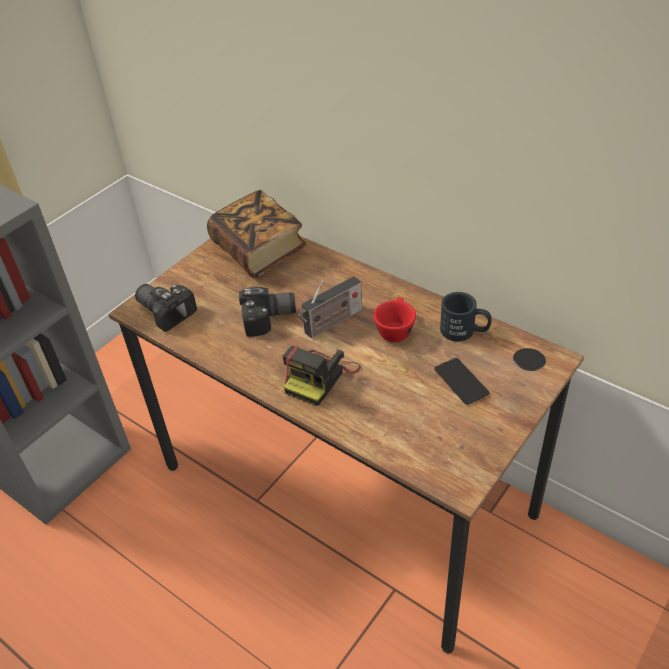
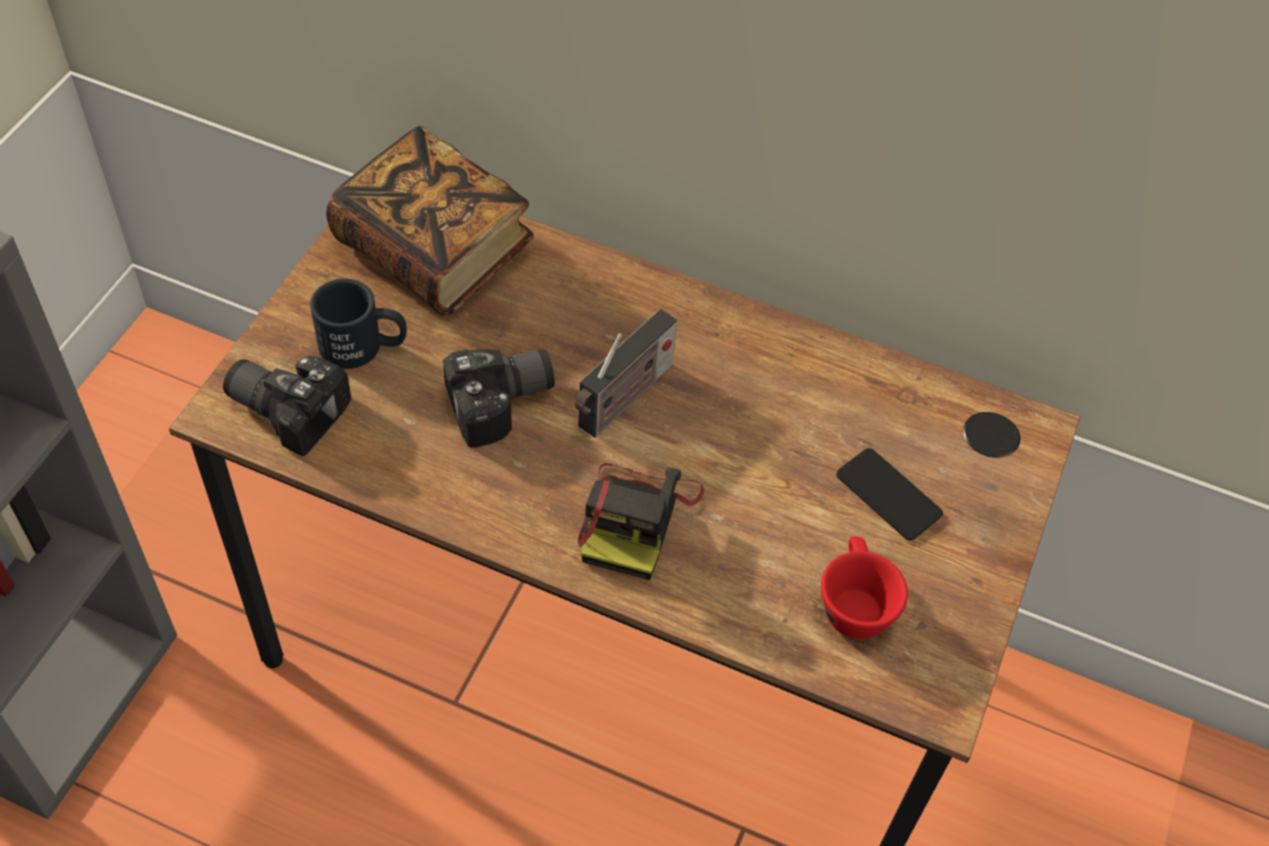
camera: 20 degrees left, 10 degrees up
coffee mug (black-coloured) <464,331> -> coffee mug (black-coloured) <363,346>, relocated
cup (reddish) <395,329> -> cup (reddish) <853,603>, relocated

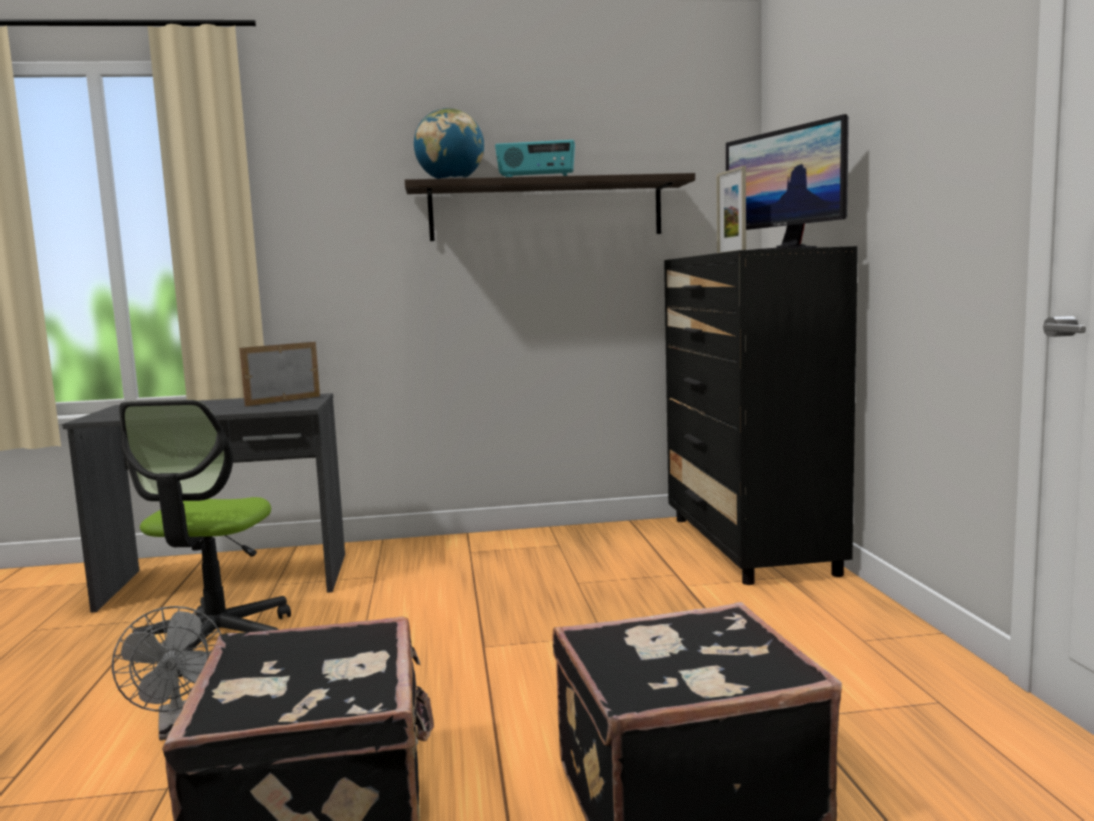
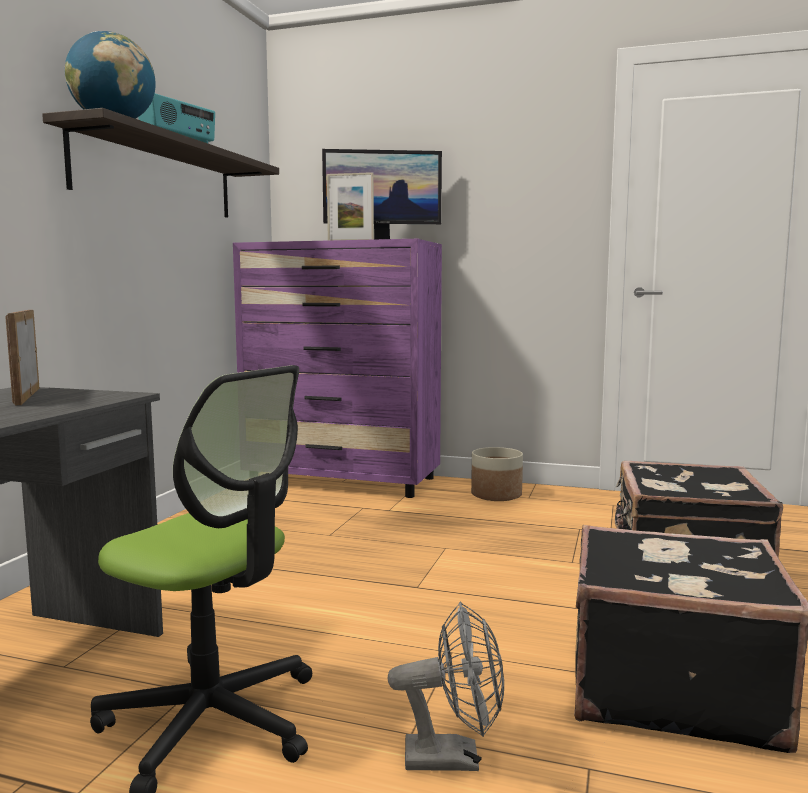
camera: 65 degrees left, 0 degrees up
drawer chest (black-coloured) <749,545> -> drawer chest (purplish) <343,481>
none -> flower pot <496,495>

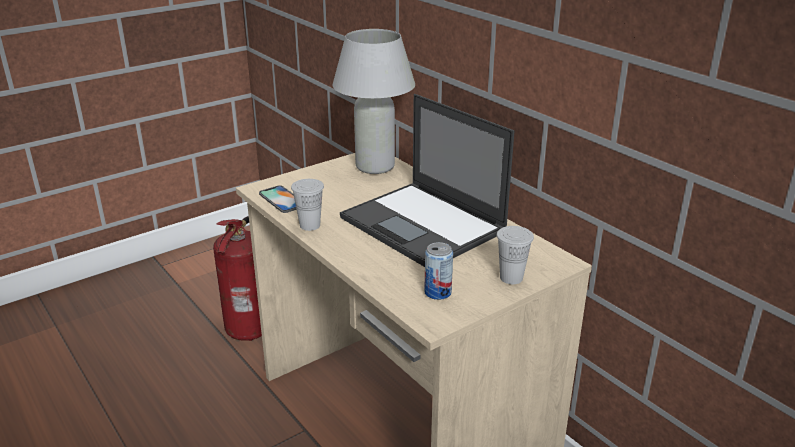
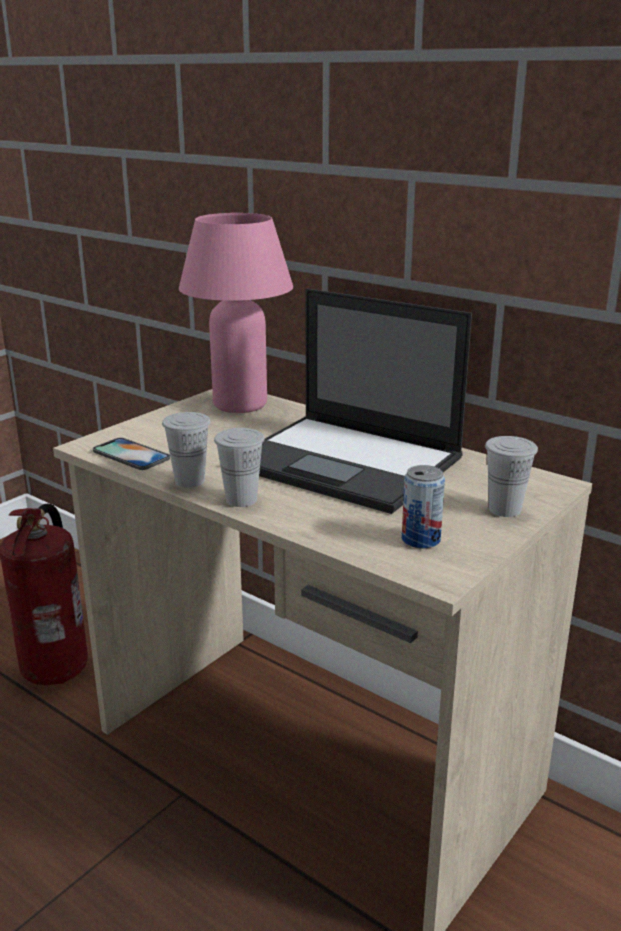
camera: 15 degrees left, 5 degrees down
lamp for a table (whitish) <375,166> -> lamp for a table (pinkish) <240,405>
none -> cup (whitish) <241,500>

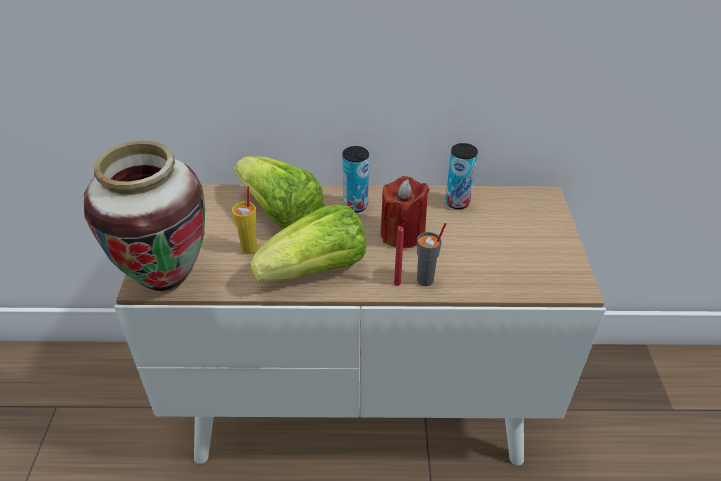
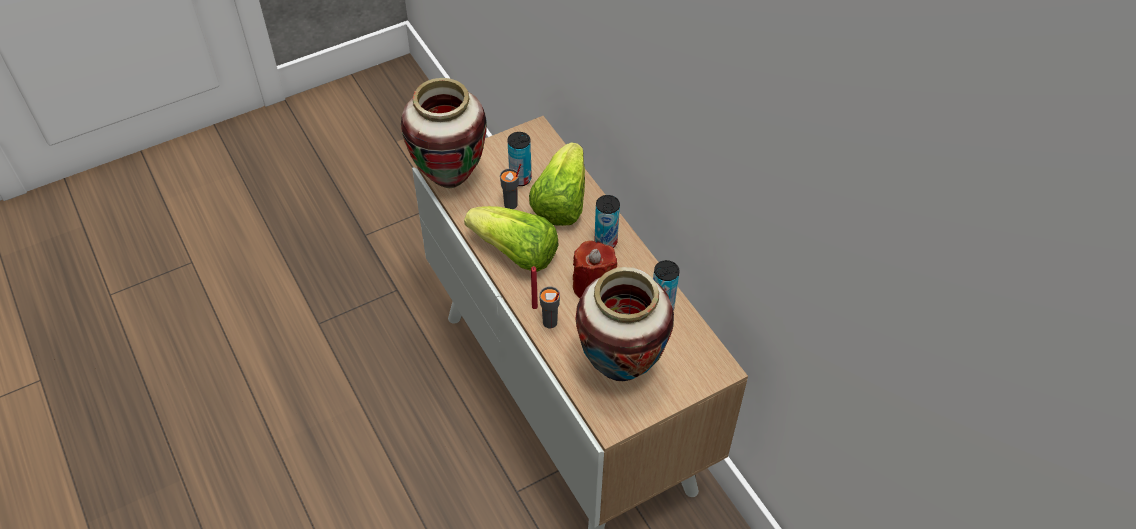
camera: 60 degrees right, 10 degrees up
cup (yellow-coloured) <250,248> -> cup (grey) <511,204>
none -> metal can <520,179>
none -> flower vase <620,368>

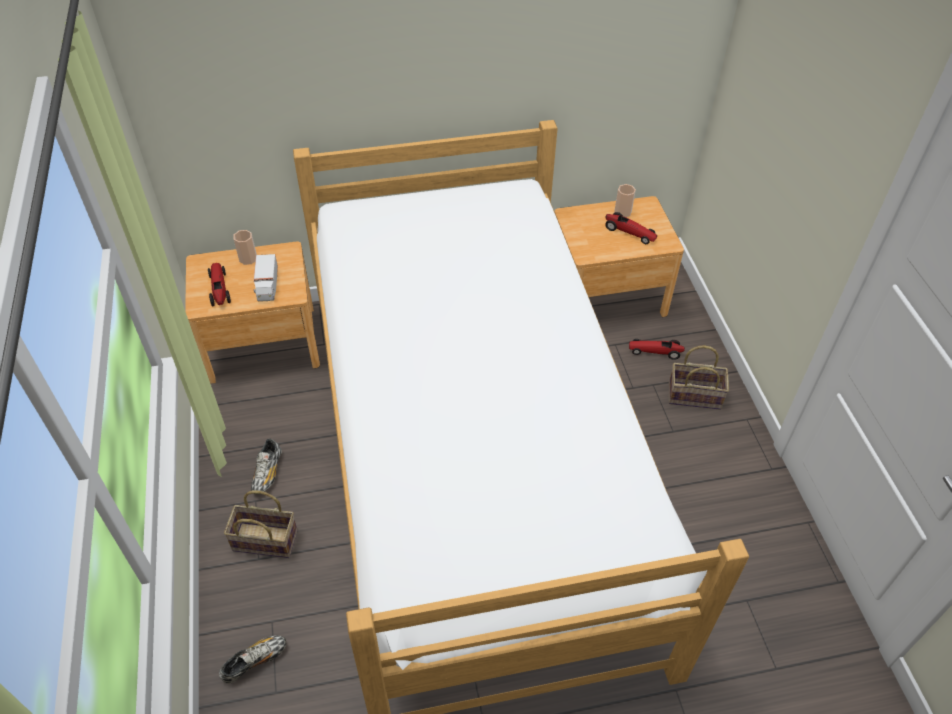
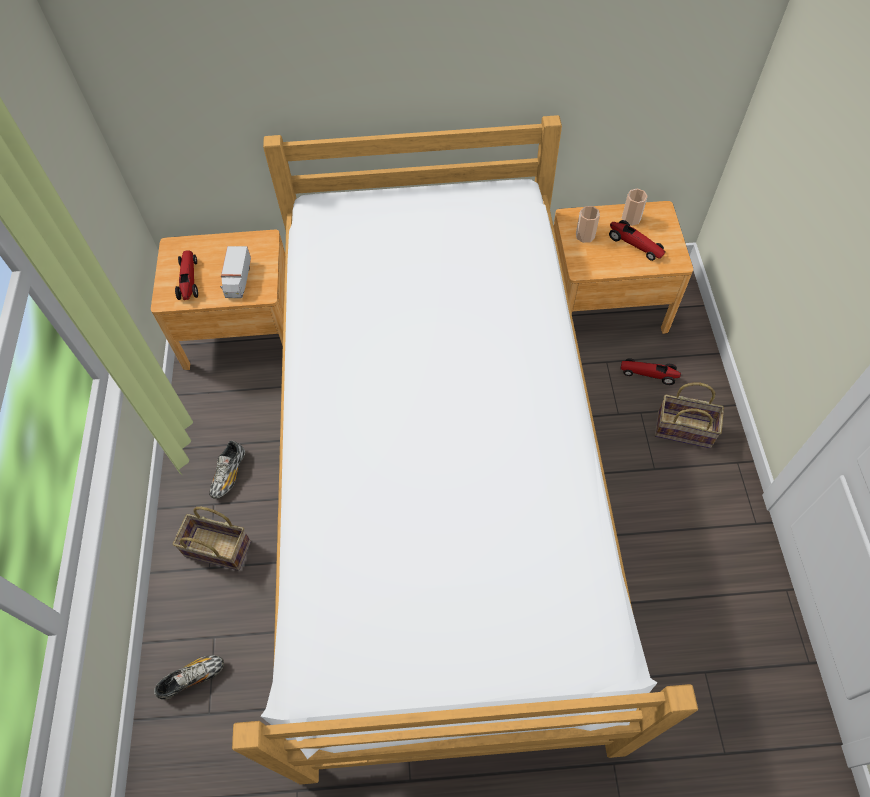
camera: 10 degrees right, 10 degrees up
cup <248,258> -> cup <585,235>, relocated

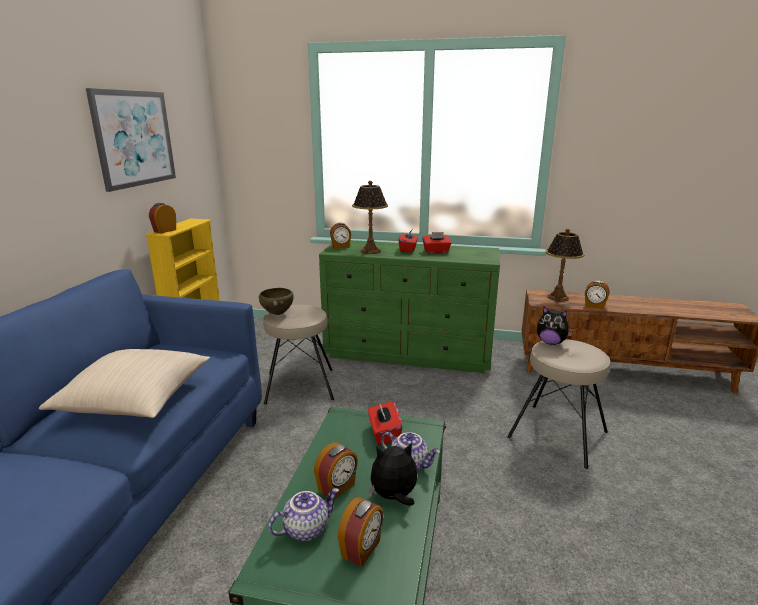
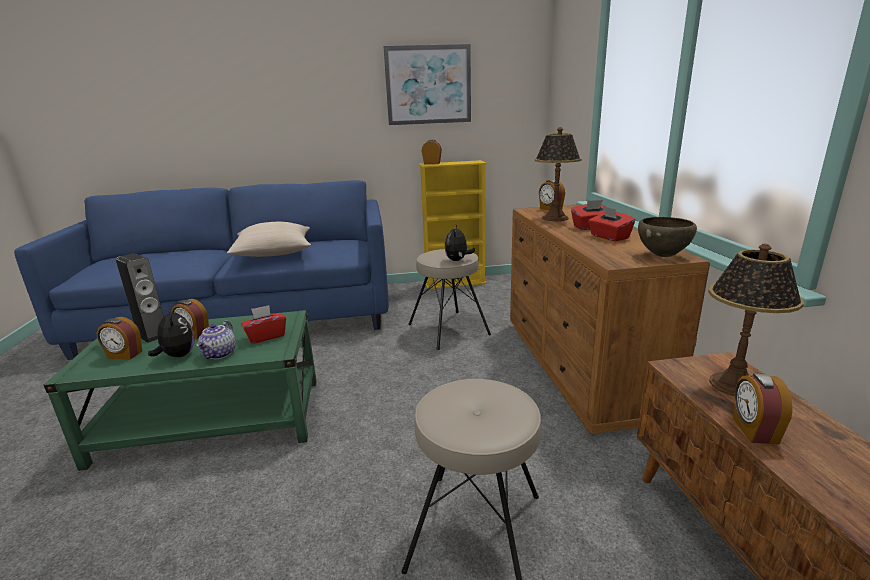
camera: 70 degrees right, 0 degrees up
tea pot <306,528> -> loudspeaker <152,334>
soft toy <551,342> -> soft toy <458,260>, relocated
drawer chest (greenish) <409,352> -> drawer chest (brown) <578,367>
bowl (brown) <277,314> -> bowl (brown) <663,256>, relocated

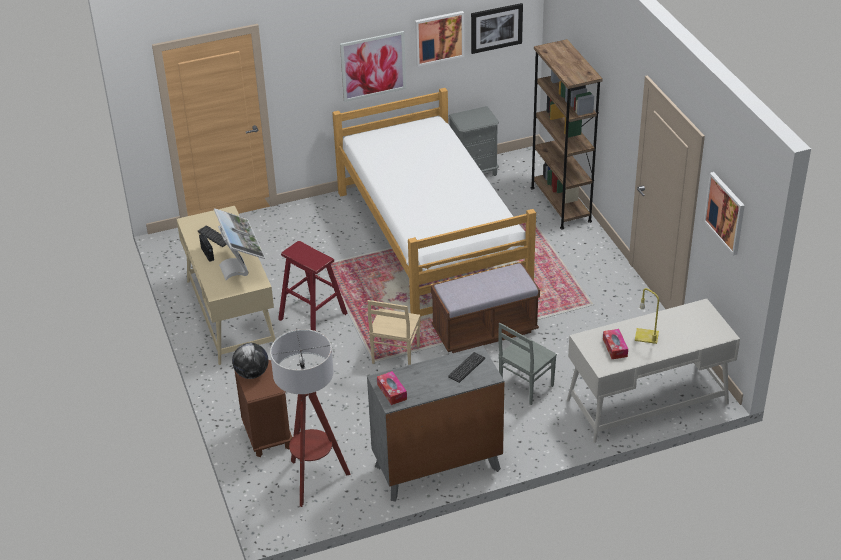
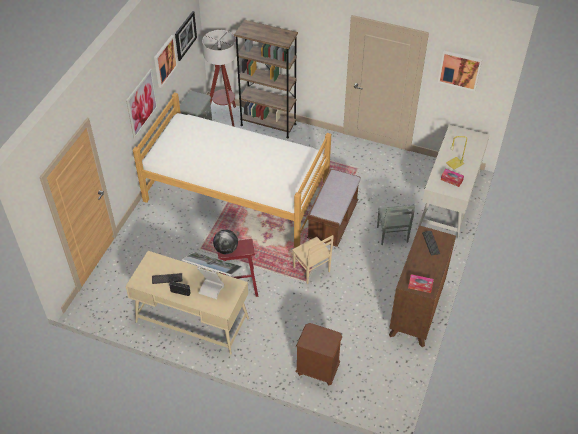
camera: 50 degrees left, 10 degrees up
standing lamp <314,480> -> standing lamp <225,118>, relocated
desk globe <252,374> -> desk globe <226,249>, relocated
drawer chest (grey) <437,468> -> drawer chest (brown) <416,311>

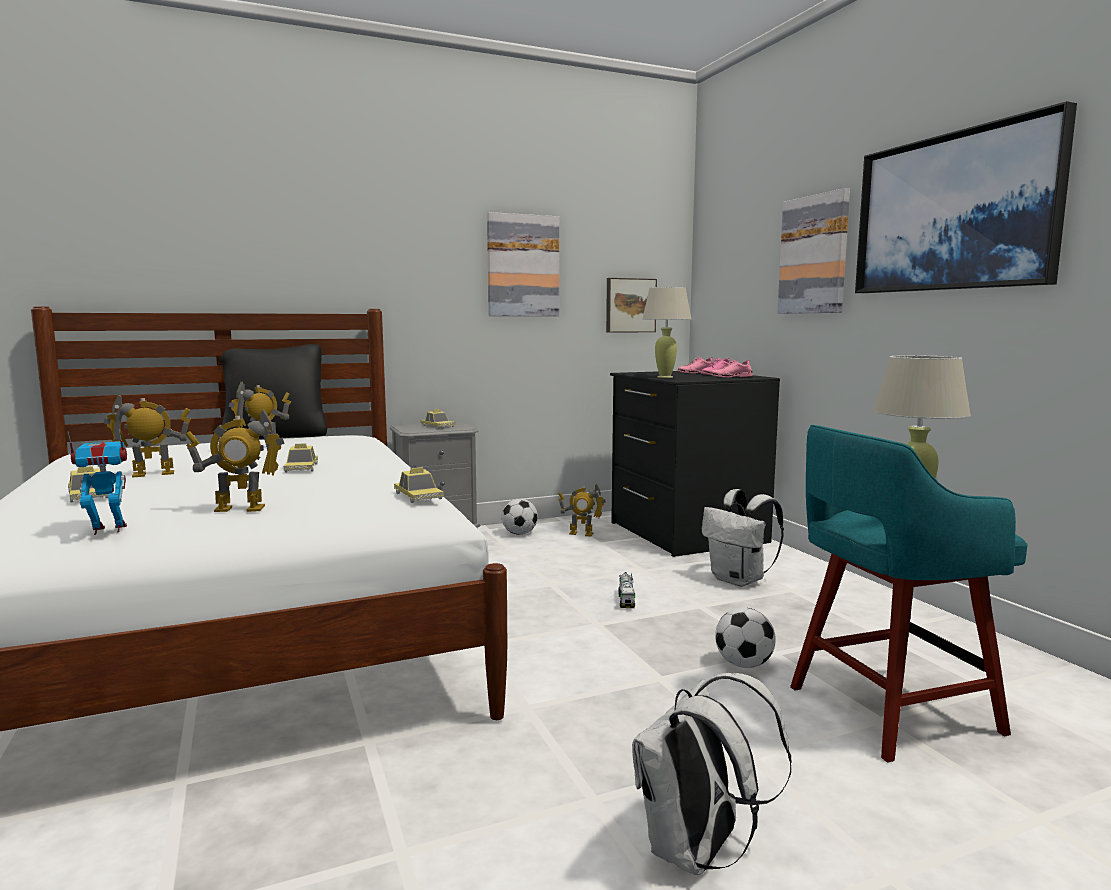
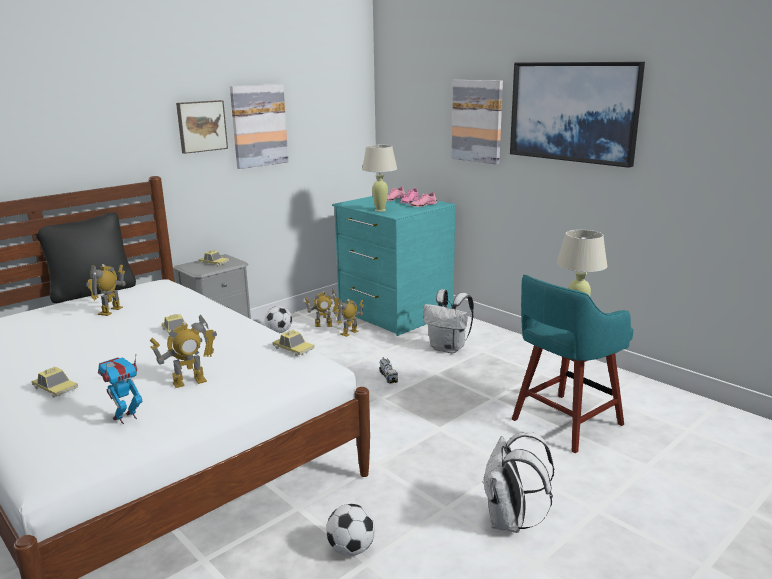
camera: 20 degrees left, 10 degrees up
wall picture <630,305> -> wall picture <201,126>, relocated
football ball <744,664> -> football ball <351,549>, relocated
drawer chest (black-coloured) <685,532> -> drawer chest (turquoise) <394,313>
toy robot <153,474> -> toy robot <349,333>, relocated

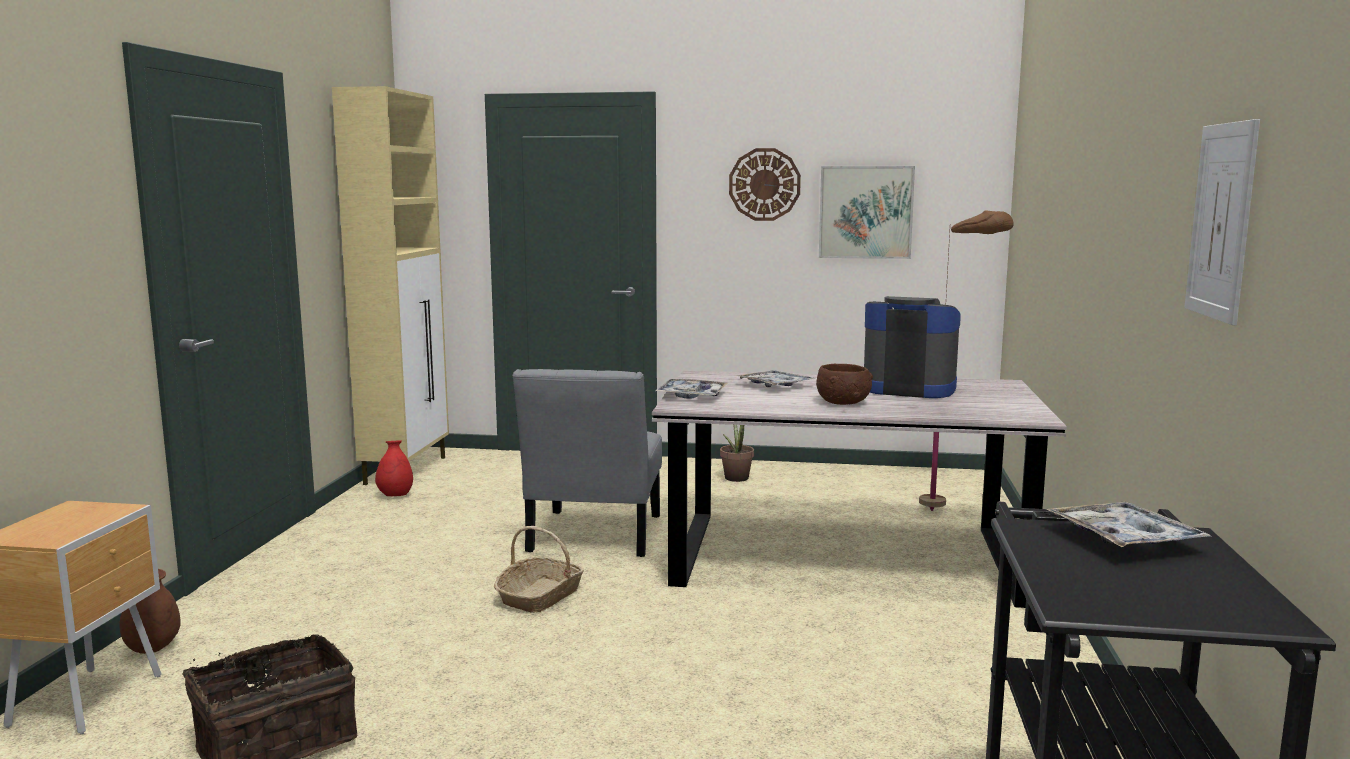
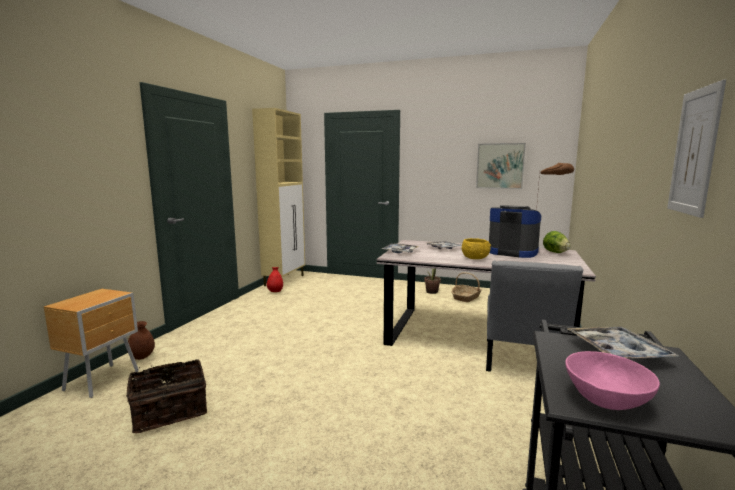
camera: 10 degrees right, 0 degrees up
household basket <540,596> -> household basket <466,297>, relocated
bowl (brown) <843,402> -> bowl (yellow-coloured) <475,258>
upright chair (grey) <593,537> -> upright chair (grey) <522,362>, relocated
none -> lettuce <555,252>
none -> bowl (pinkish) <606,400>
wall clock <764,184> -> none

